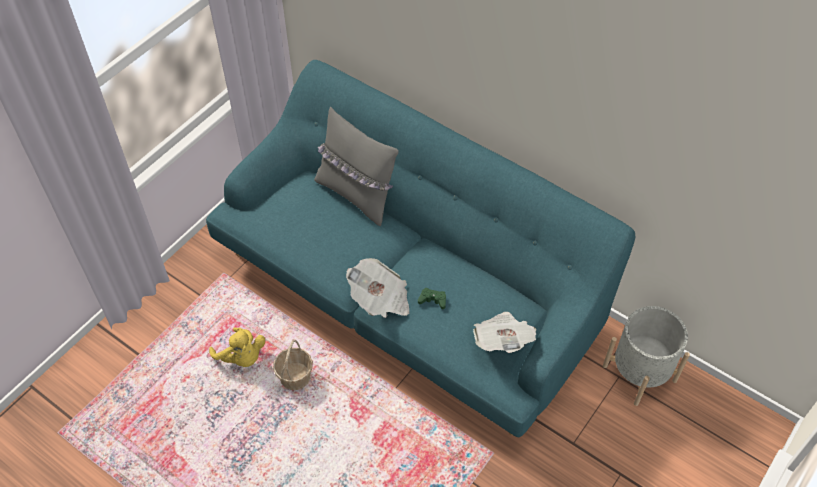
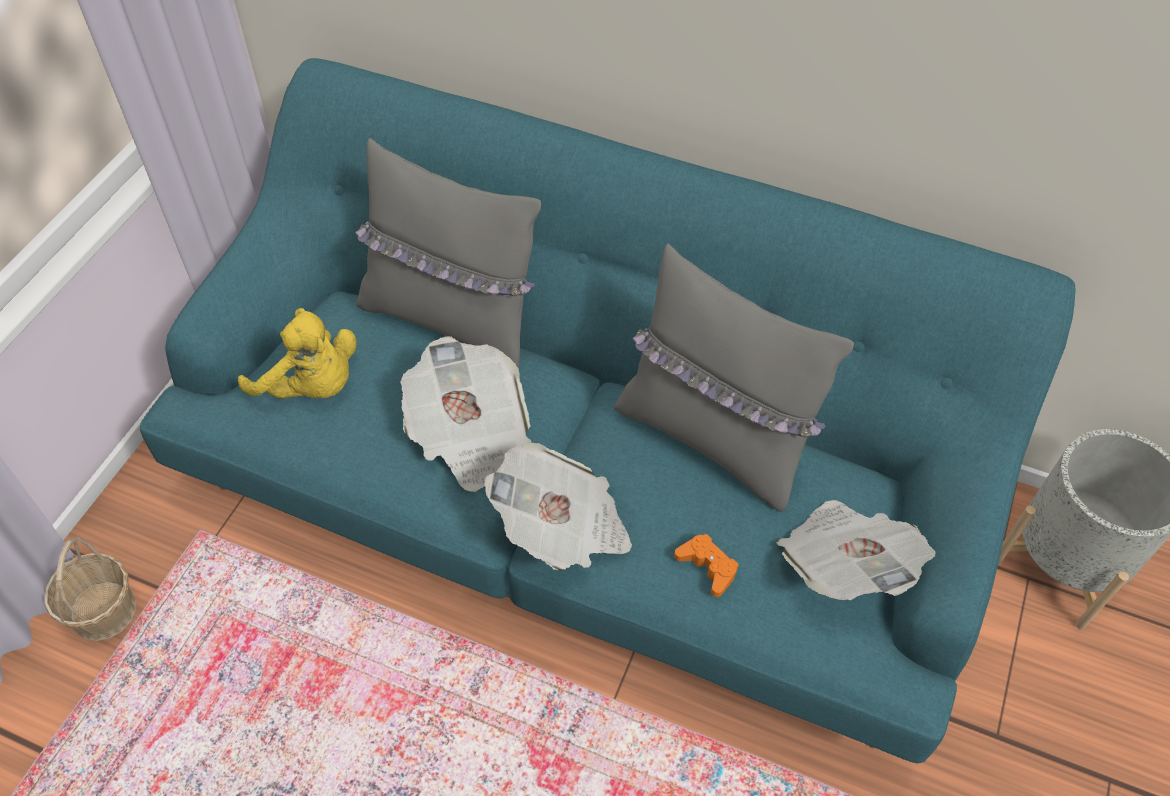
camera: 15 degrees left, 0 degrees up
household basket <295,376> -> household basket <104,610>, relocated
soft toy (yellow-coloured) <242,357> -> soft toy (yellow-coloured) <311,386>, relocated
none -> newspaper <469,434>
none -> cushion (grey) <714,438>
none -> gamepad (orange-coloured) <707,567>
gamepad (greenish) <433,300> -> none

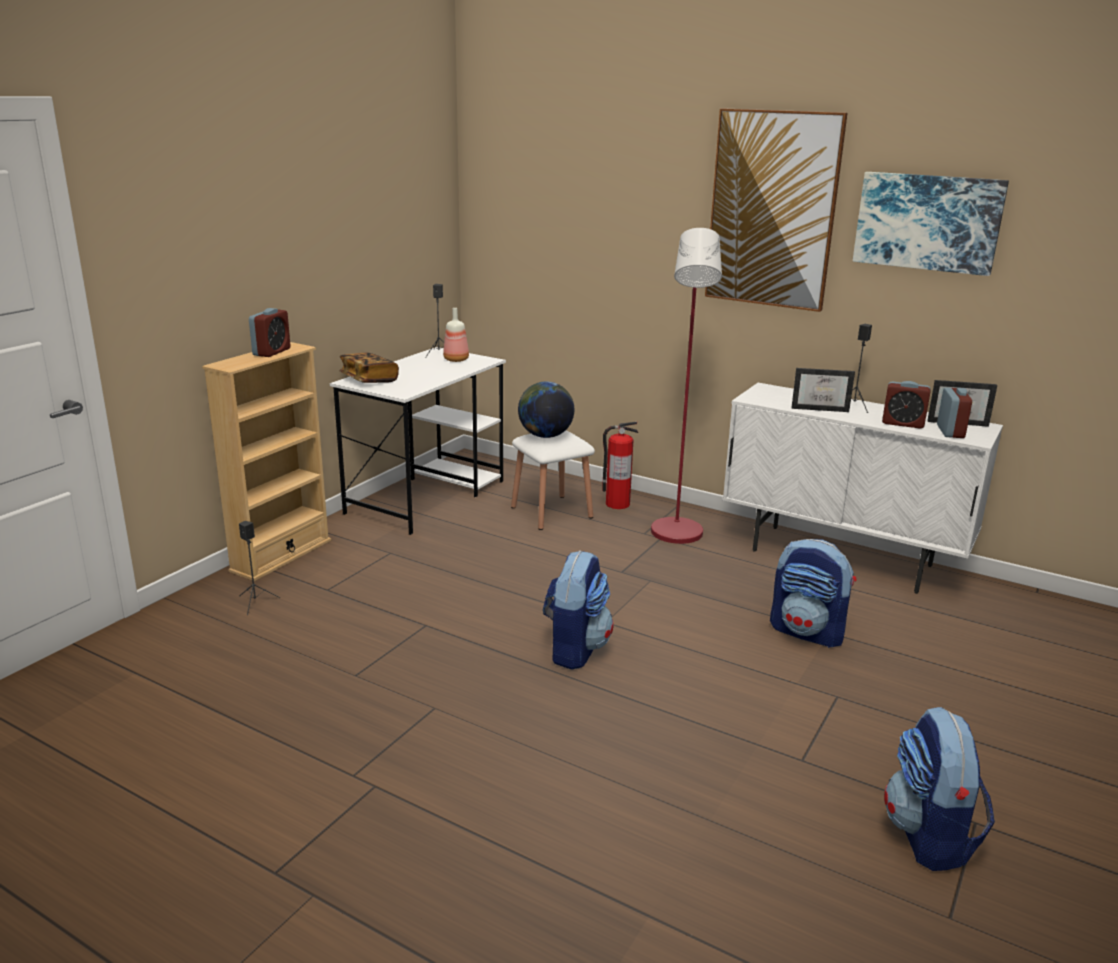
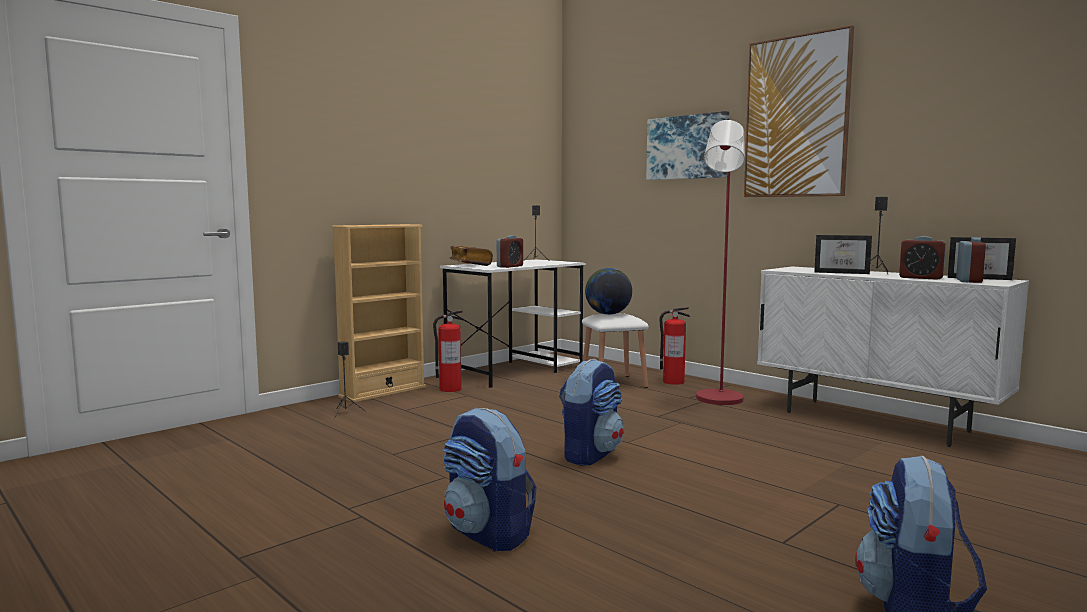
camera: 15 degrees right, 15 degrees down
none -> extinguisher <450,389>
backpack <808,632> -> backpack <488,534>, relocated
bedside clock <271,352> -> bedside clock <510,266>, relocated
wall picture <928,222> -> wall picture <687,147>, relocated
beverage bottle <456,359> -> none

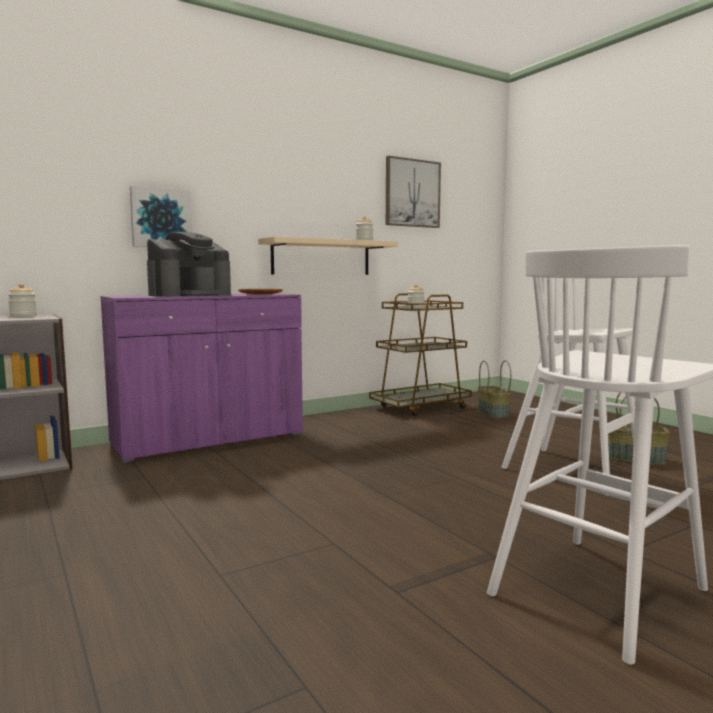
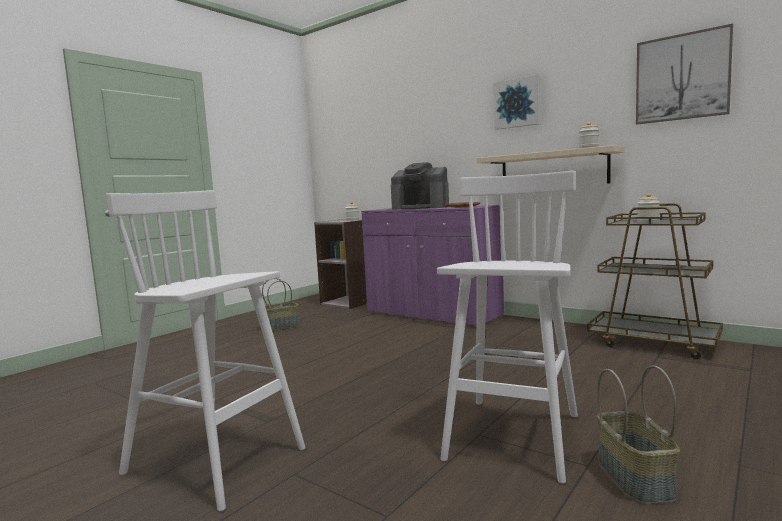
camera: 70 degrees right, 0 degrees up
household basket <492,413> -> household basket <281,327>, relocated
wall picture <161,218> -> wall picture <517,103>, relocated

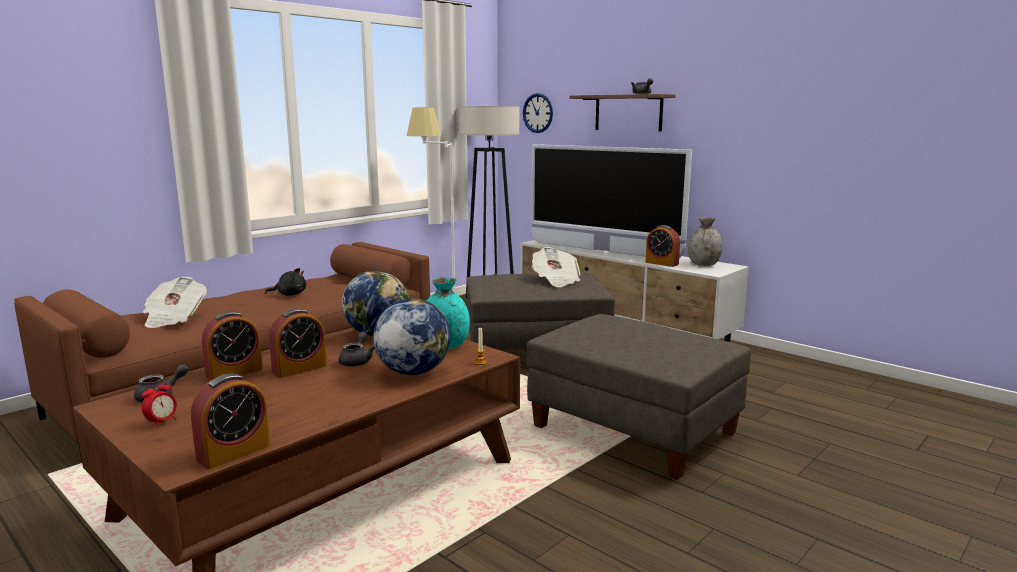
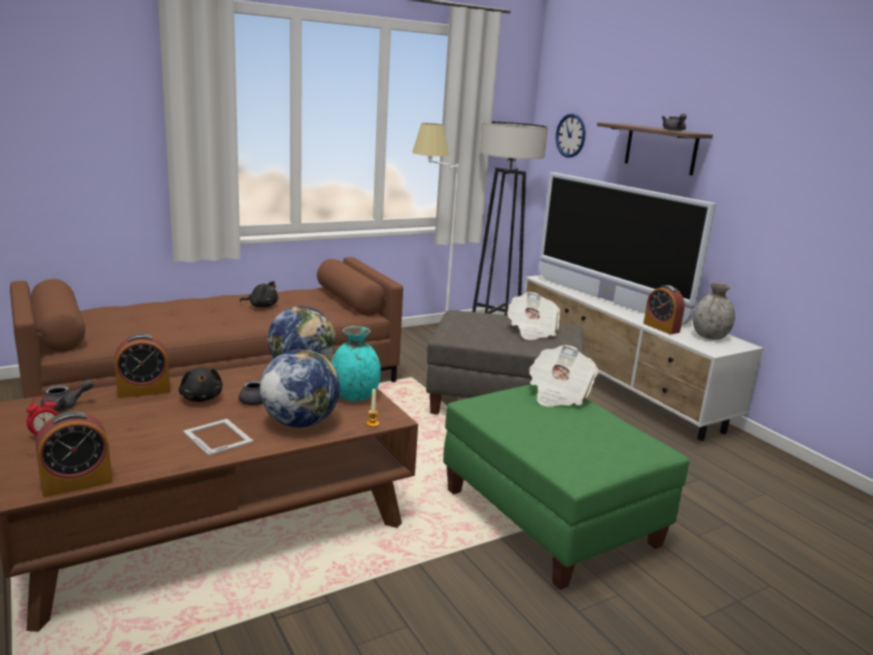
camera: 15 degrees right, 5 degrees up
bedside clock <299,369> -> soft toy (black-coloured) <201,398>
none -> standing frame <218,436>
footrest (grey) <633,431> -> footrest (greenish) <549,518>
newspaper <174,318> -> newspaper <558,394>, relocated

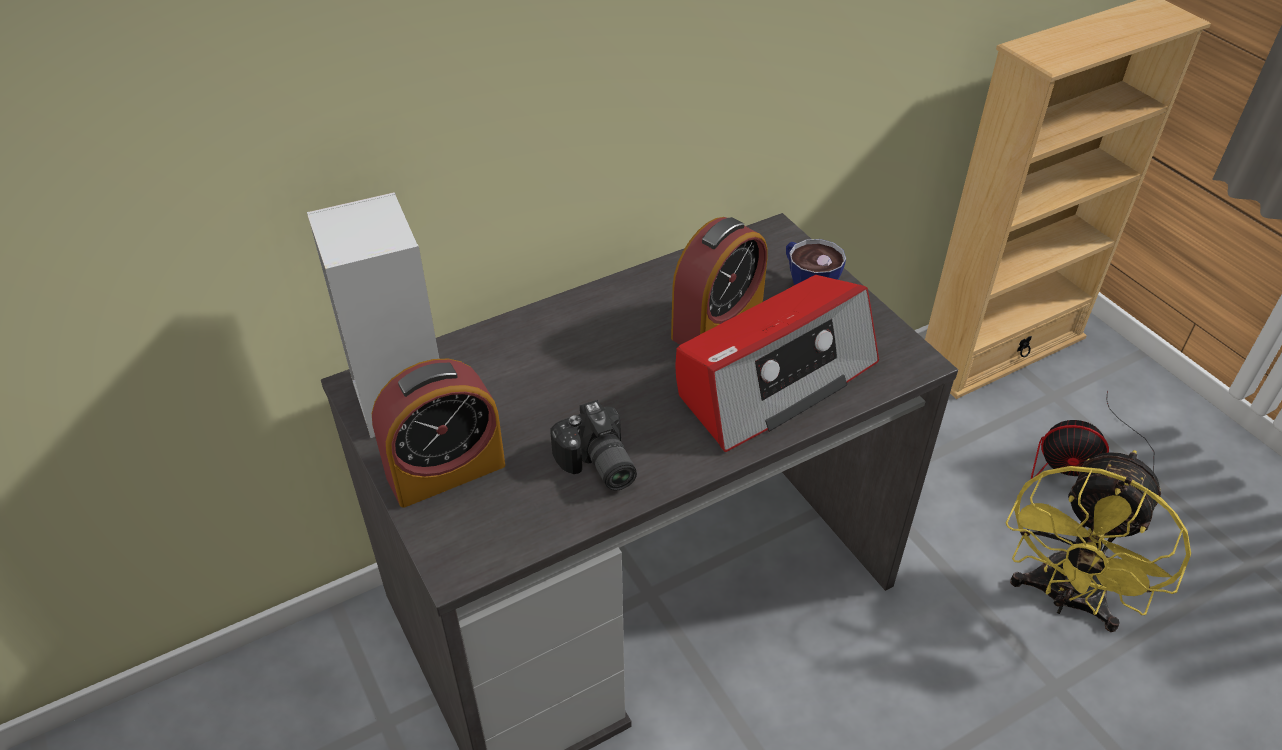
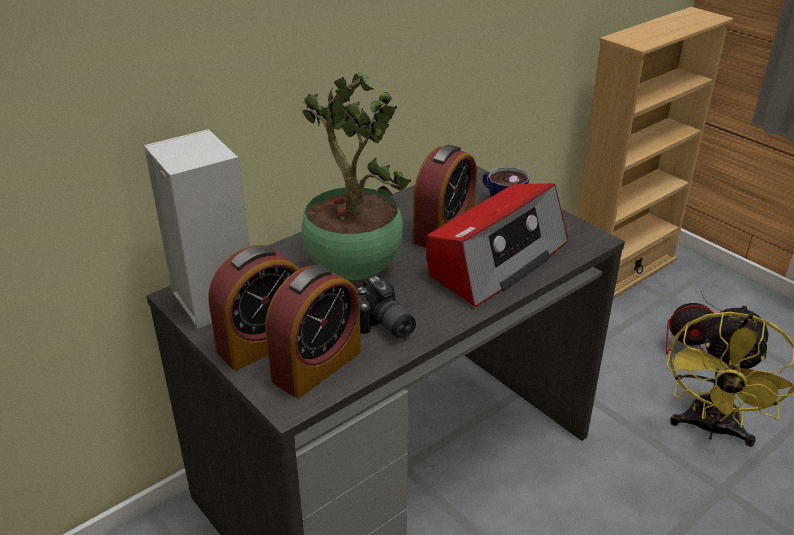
camera: 10 degrees left, 10 degrees down
none -> bedside clock <317,366>
none -> houseplant <351,270>

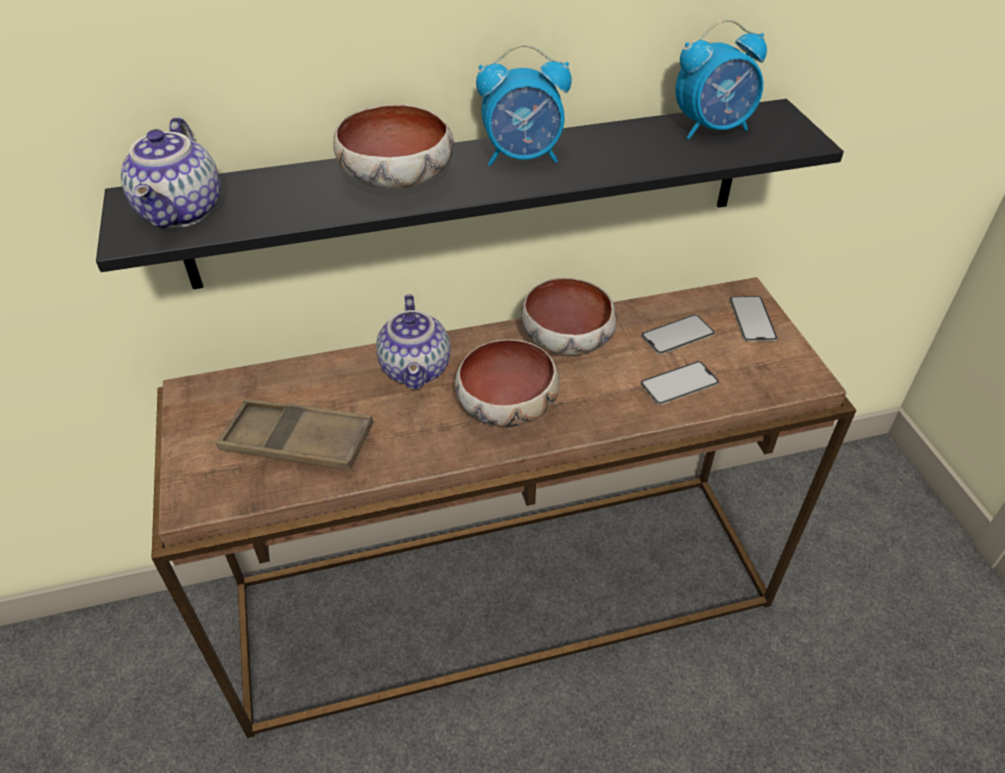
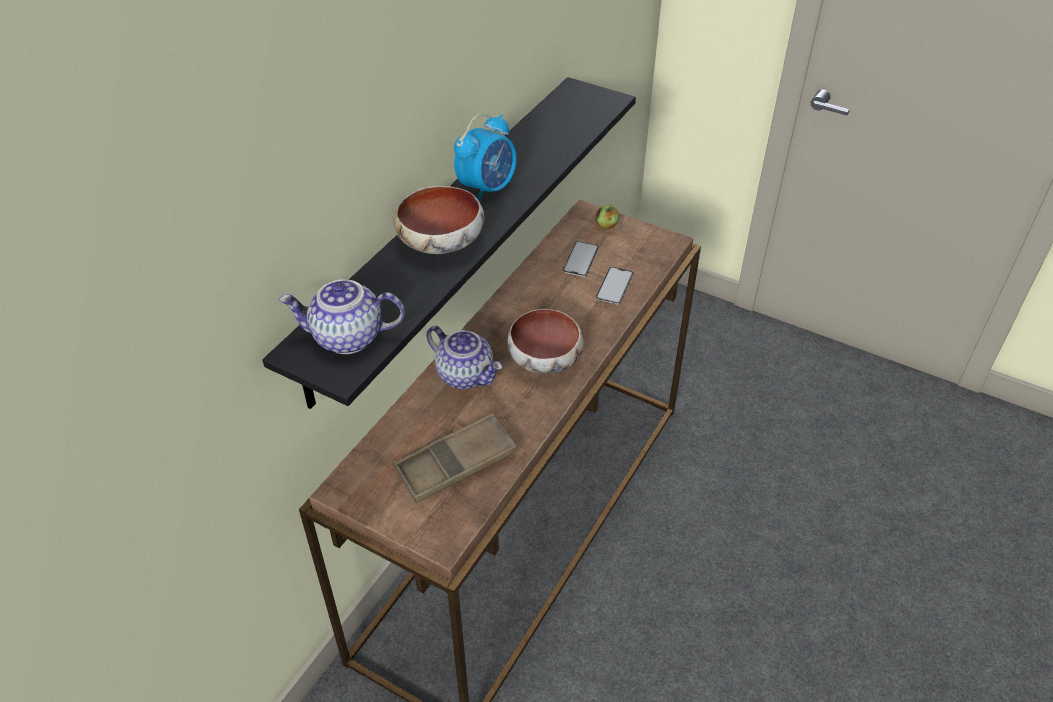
camera: 45 degrees left, 0 degrees up
tea pot <183,212> -> tea pot <347,339>, 135 degrees clockwise
telephone <752,319> -> apple <606,226>
bowl <568,340> -> none
bedside clock <713,128> -> none

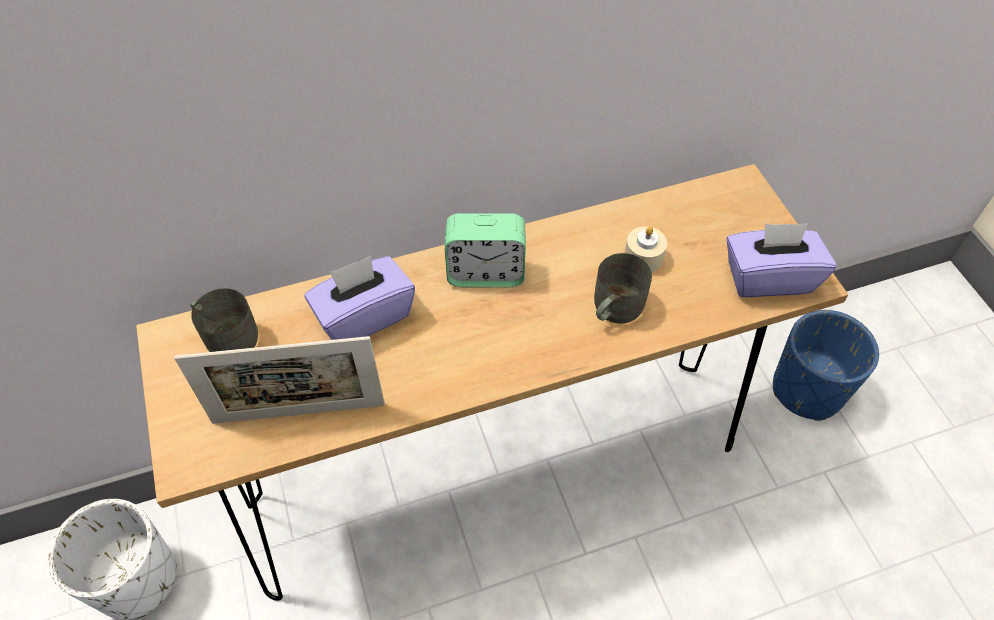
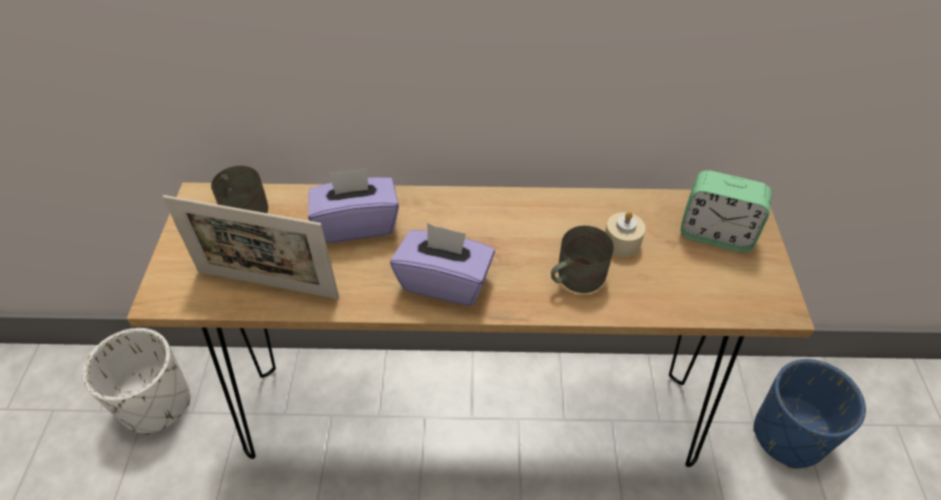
camera: 20 degrees right, 5 degrees down
box of tissues (purplish) <768,277> -> box of tissues (purplish) <445,281>, relocated
bedside clock <486,273> -> bedside clock <715,234>, relocated

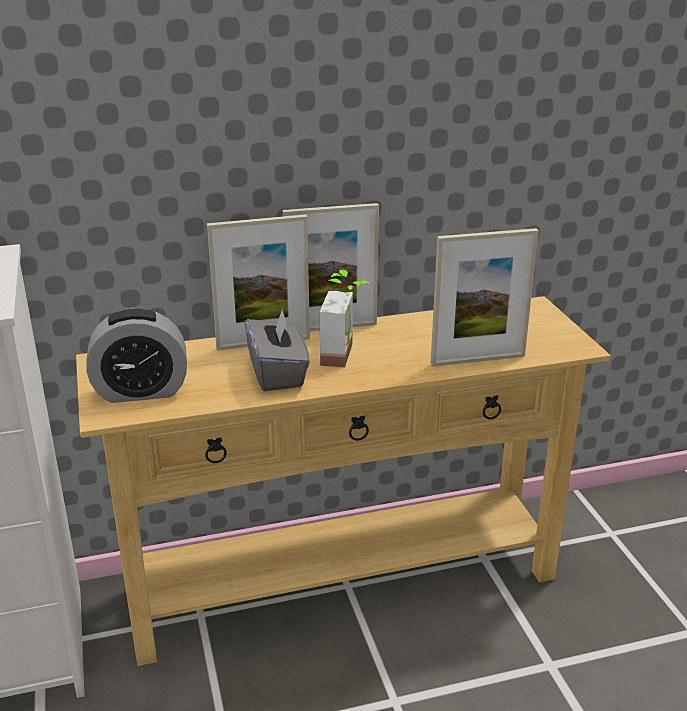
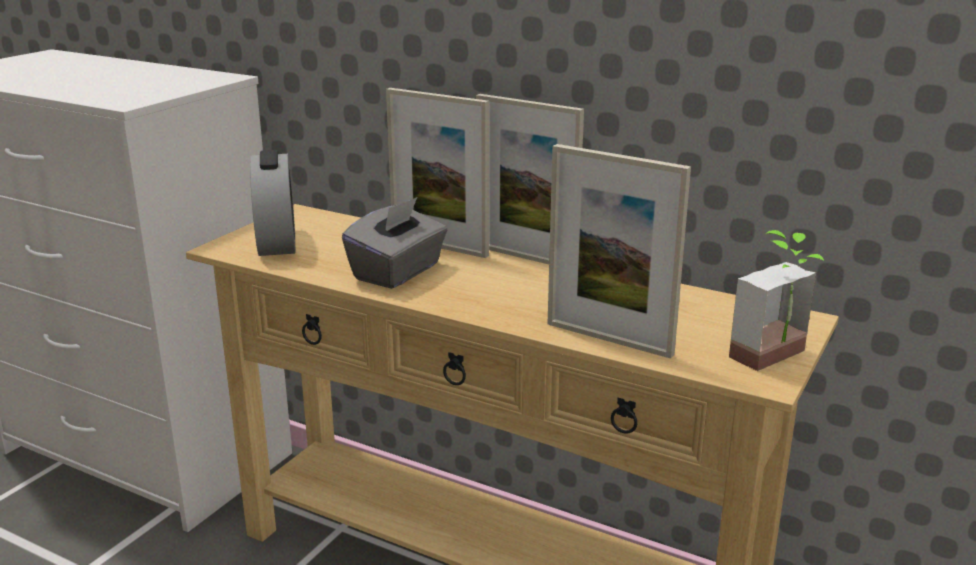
camera: 45 degrees right, 5 degrees down
bedside clock <141,391> -> bedside clock <277,243>, 135 degrees counterclockwise
houseplant <347,355> -> houseplant <779,359>, relocated

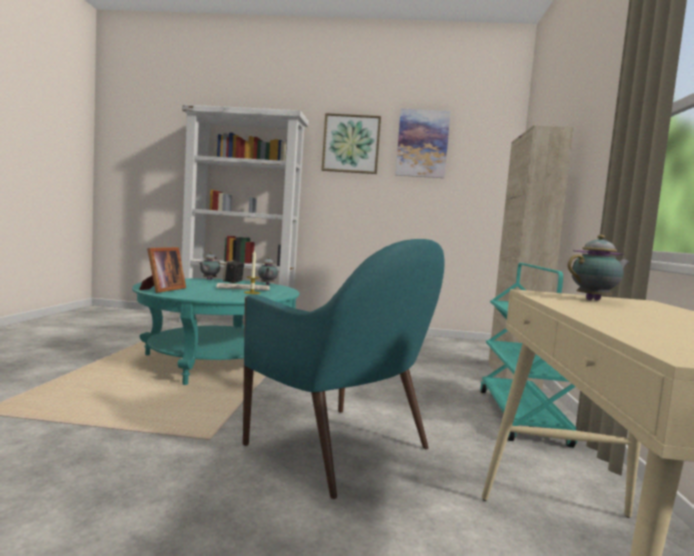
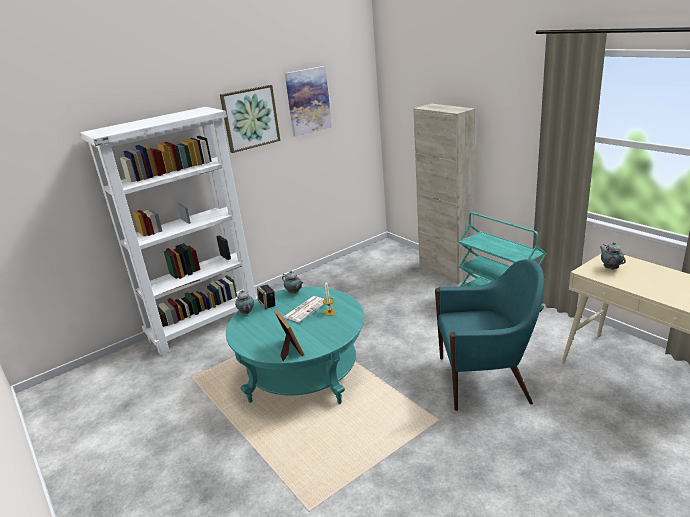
camera: 40 degrees left, 20 degrees up
tea pot <595,300> -> tea pot <610,268>, 45 degrees counterclockwise

